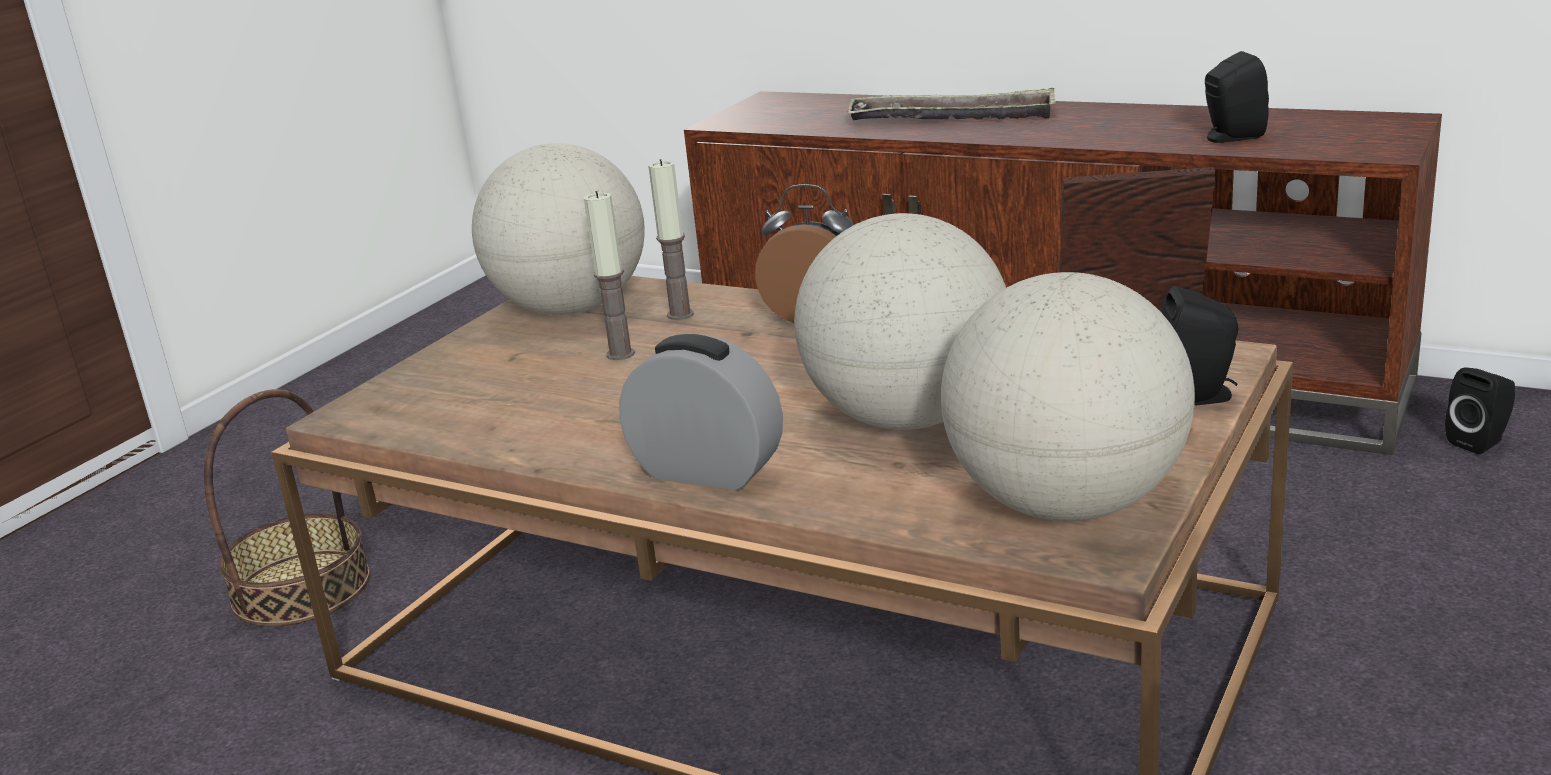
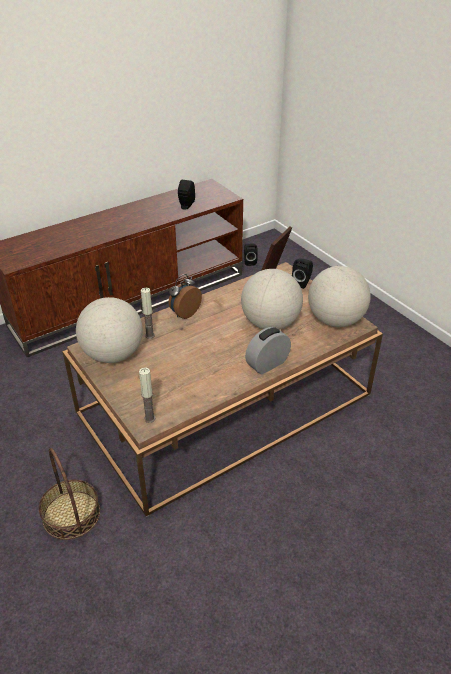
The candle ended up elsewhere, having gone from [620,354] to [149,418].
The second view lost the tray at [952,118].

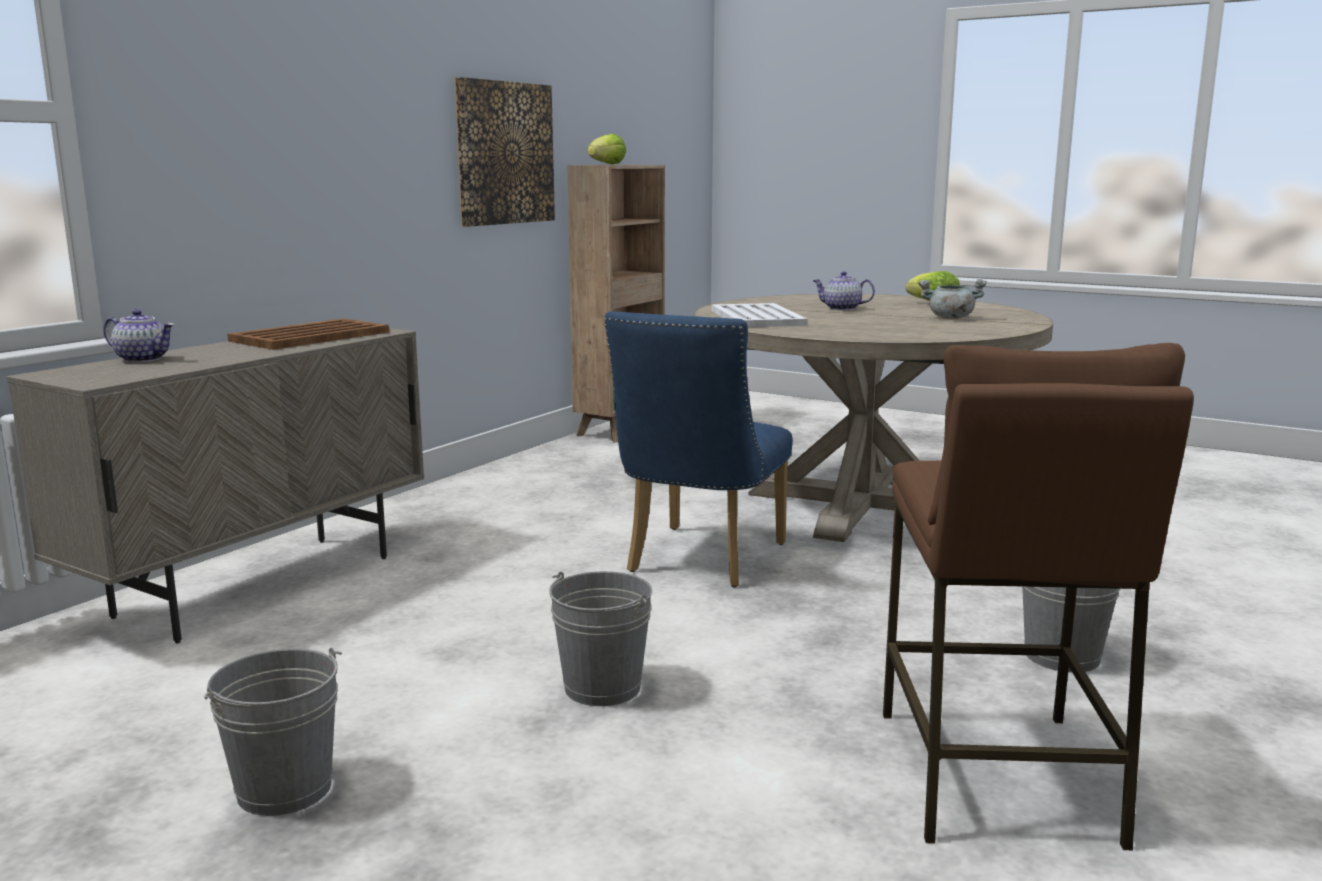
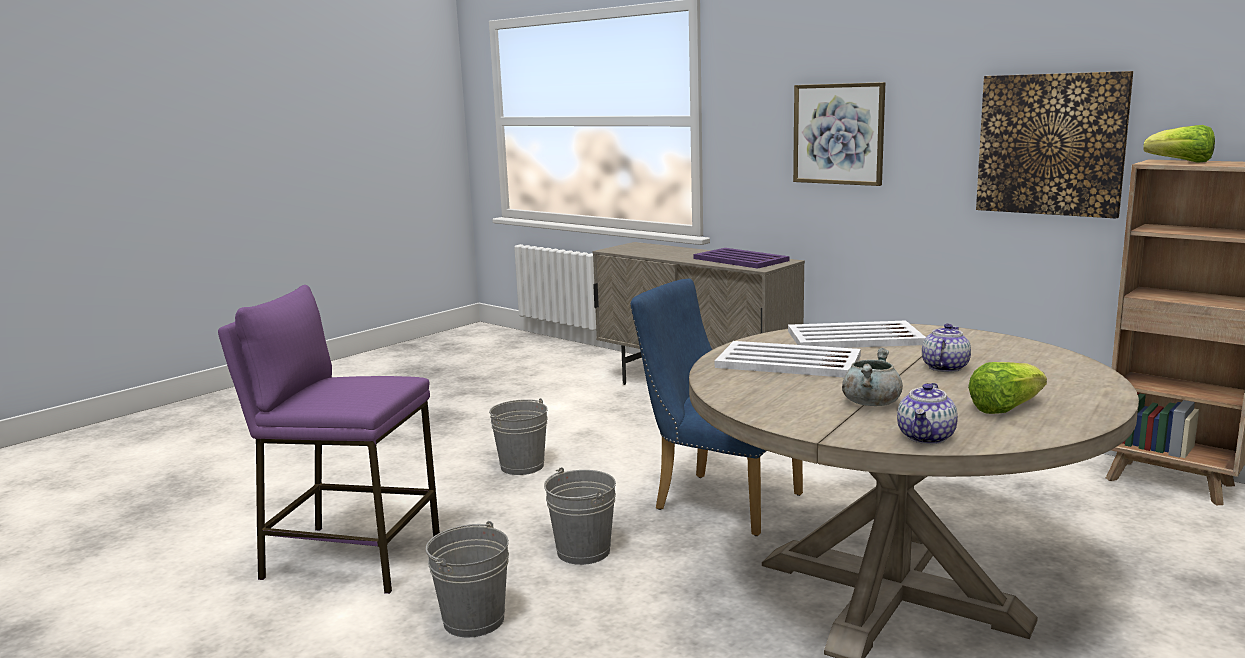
The teapot ended up elsewhere, having gone from [143,359] to [926,437].
The bucket (grey) ended up elsewhere, having gone from [284,789] to [583,551].
What was the tray (brown) at [309,336] turned into the tray (purple) at [740,259].
What was the stool (brown) at [995,775] turned into the stool (purple) at [351,557].
The second view gained the tray (white) at [789,362].
The second view gained the picture at [838,134].

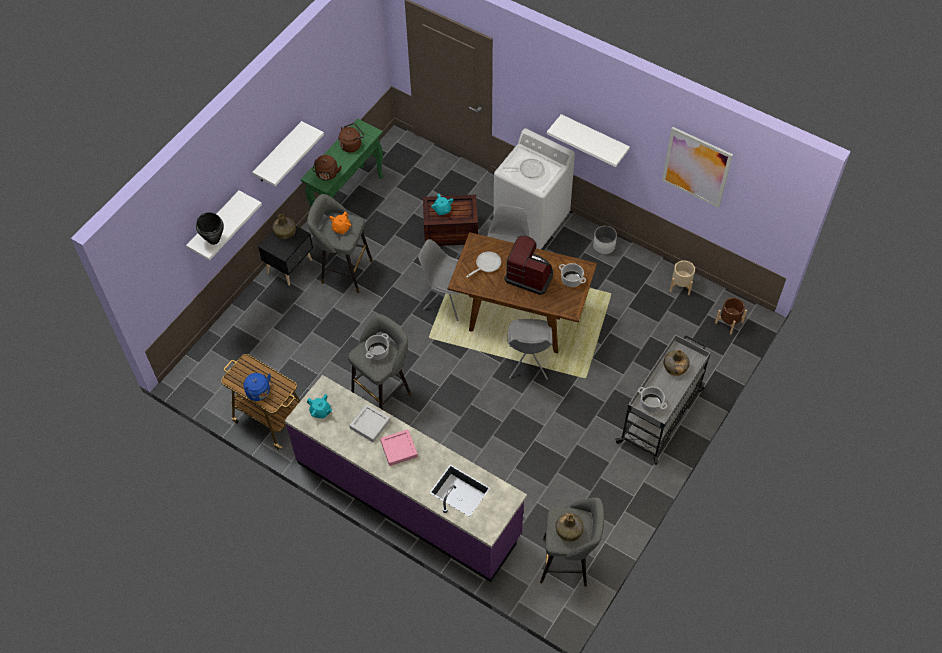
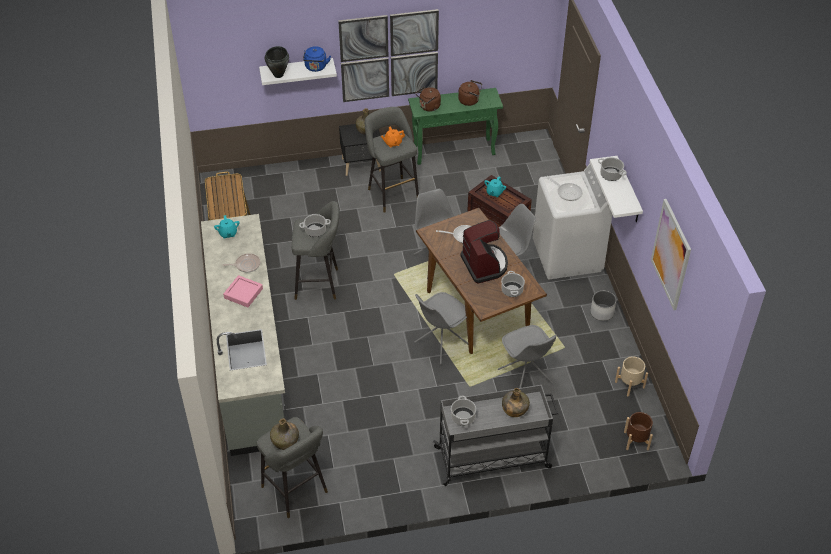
The kettle (blue) ended up elsewhere, having gone from [259,393] to [316,67].
Where the shelf (white) hung at [278,153], the picture came to hang at [389,56].
What was the counter (purple) at [408,498] turned into the counter (grey) at [249,359].
Where the tray (grey) stood at [370,424], the frying pan came to stand at [246,265].
The second view gained the chair (grey) at [525,377].
The second view gained the cooking pot at [610,175].

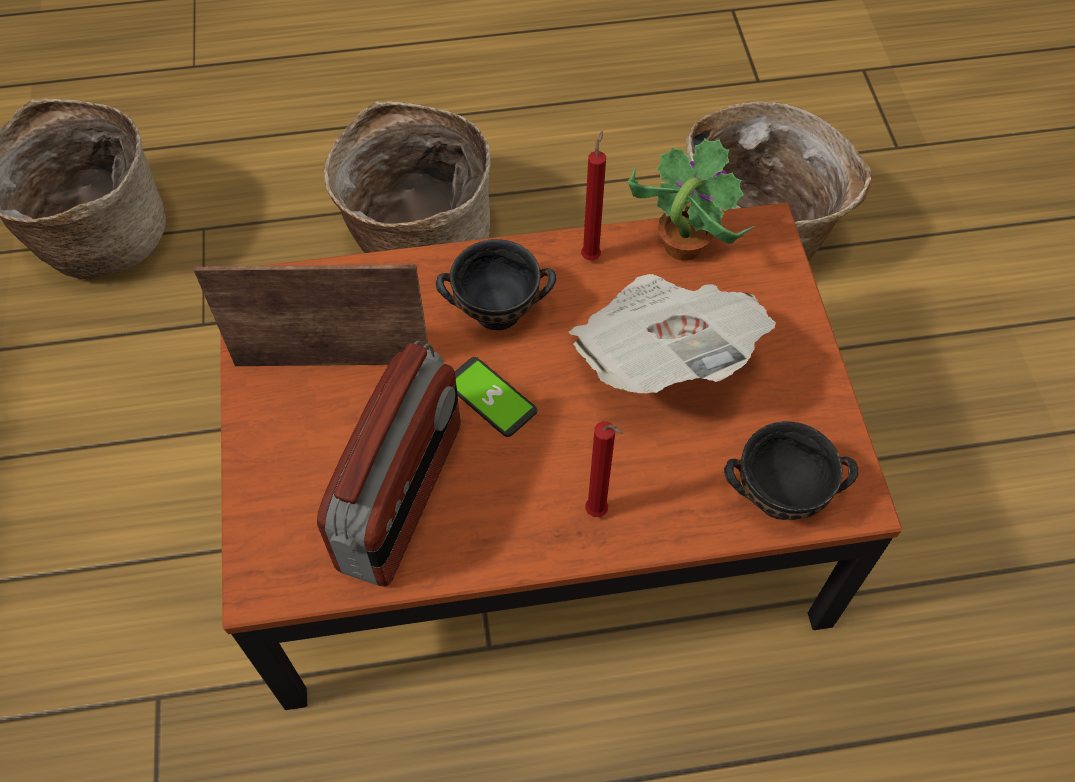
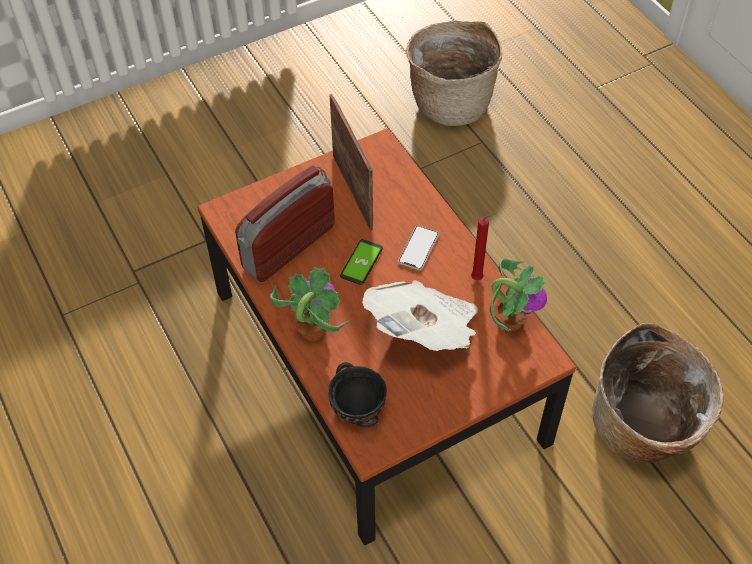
The radio at [403,497] ended up facing another way, 135 degrees clockwise from before.
The second view lost the basket at [418,241].
Where the bowl (black) stood at [499,311], the phone came to stand at [418,248].
Where the candle (red) stood at [598,513], the potted plant came to stand at [312,330].

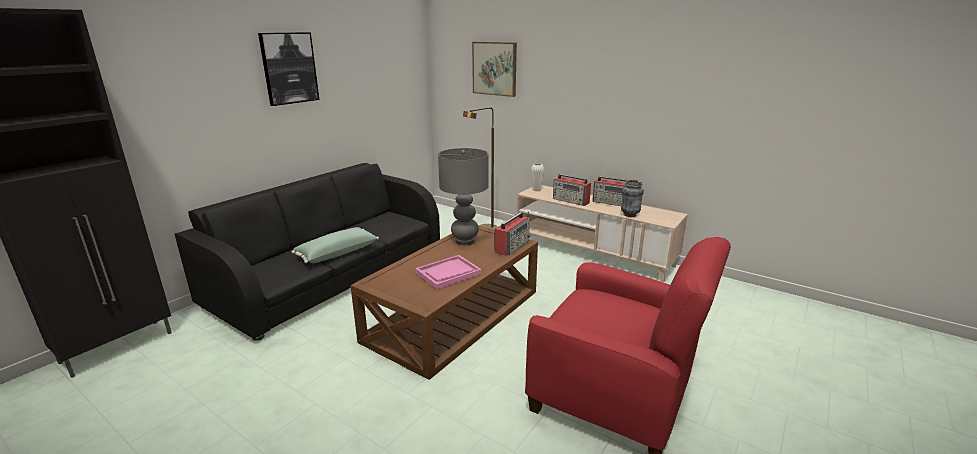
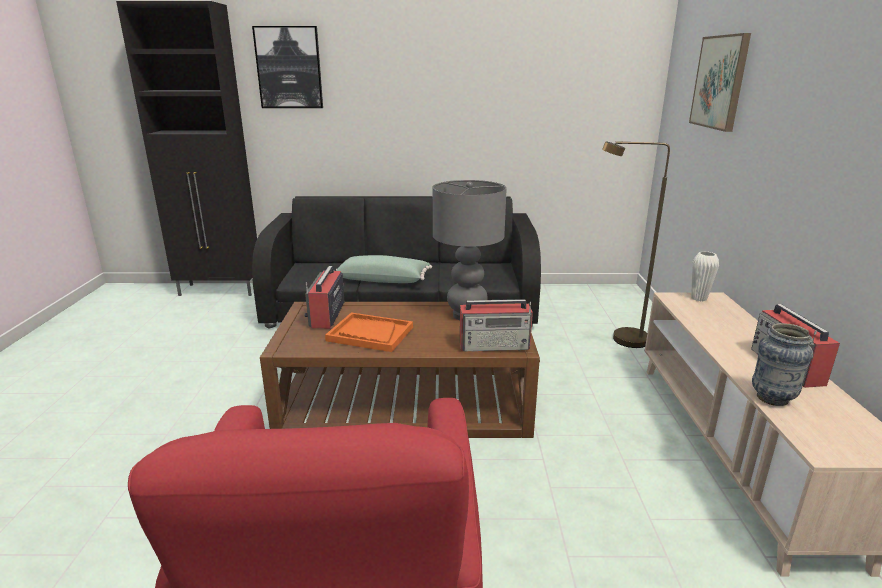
The picture ended up elsewhere, having gone from [289,68] to [289,68].
What was the tray (pink) at [448,273] turned into the tray (orange) at [370,334].
The radio ended up elsewhere, having gone from [571,201] to [327,315].

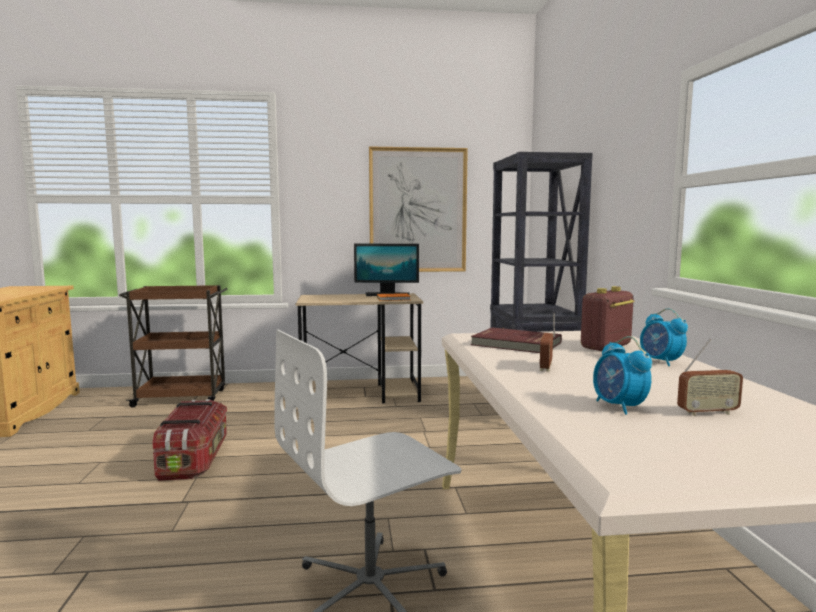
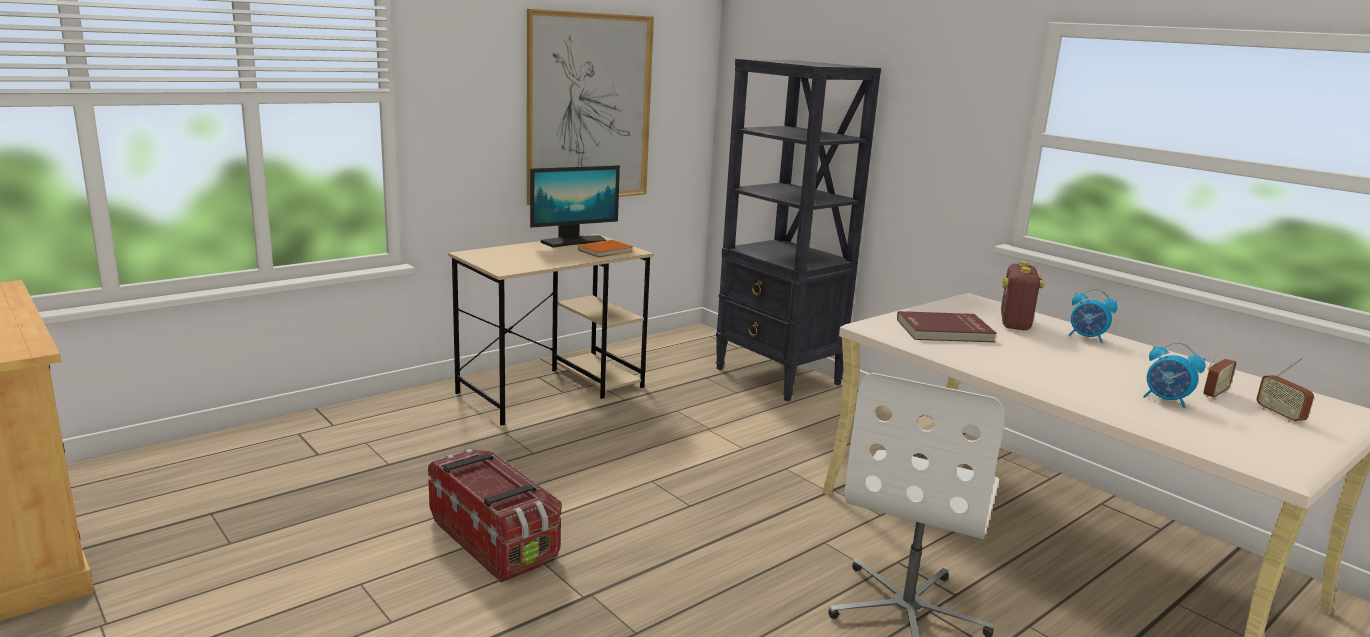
The second view lost the cart (brown) at [182,398].
The radio ended up elsewhere, having gone from [546,367] to [1279,415].

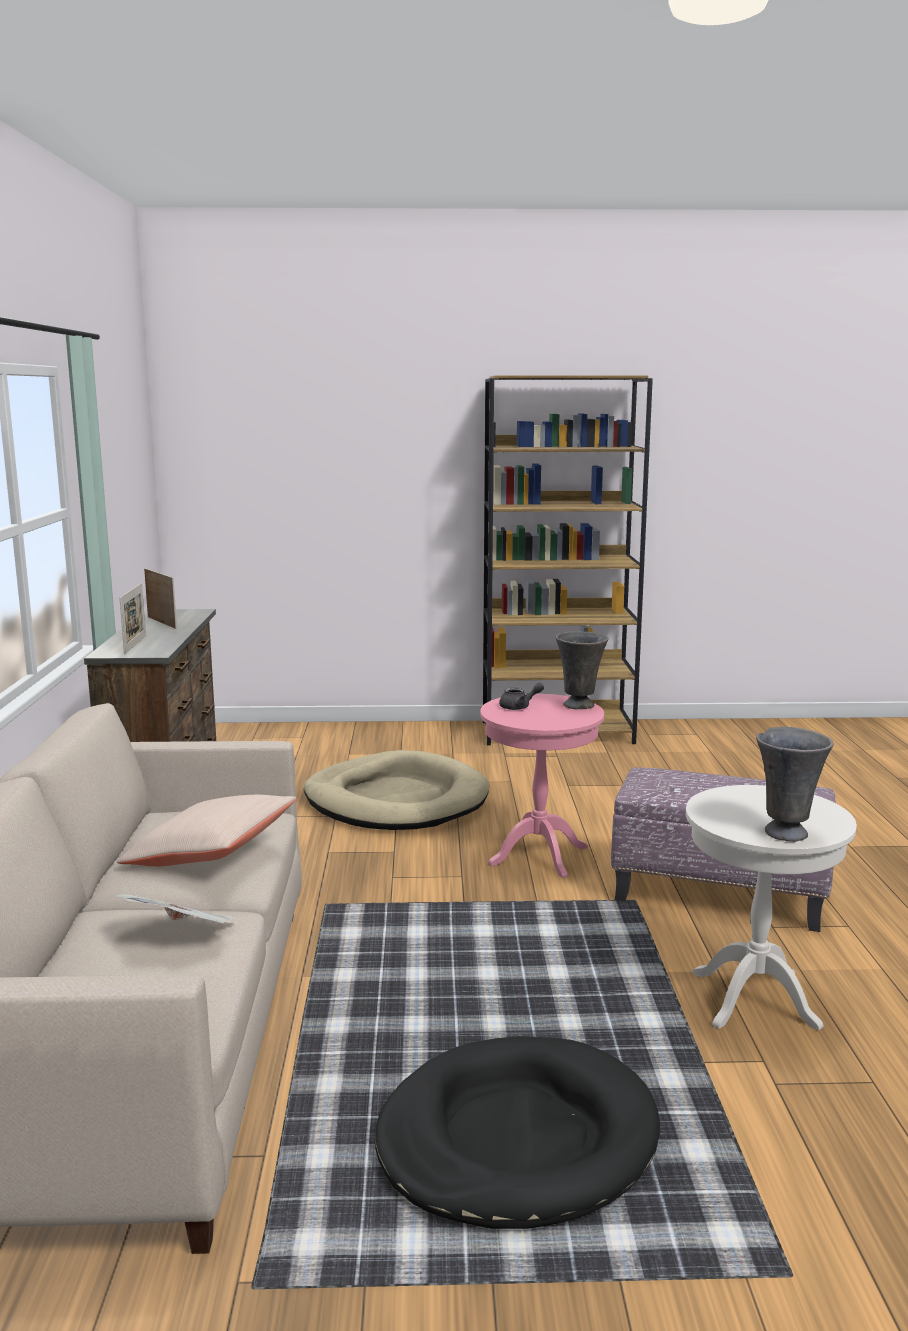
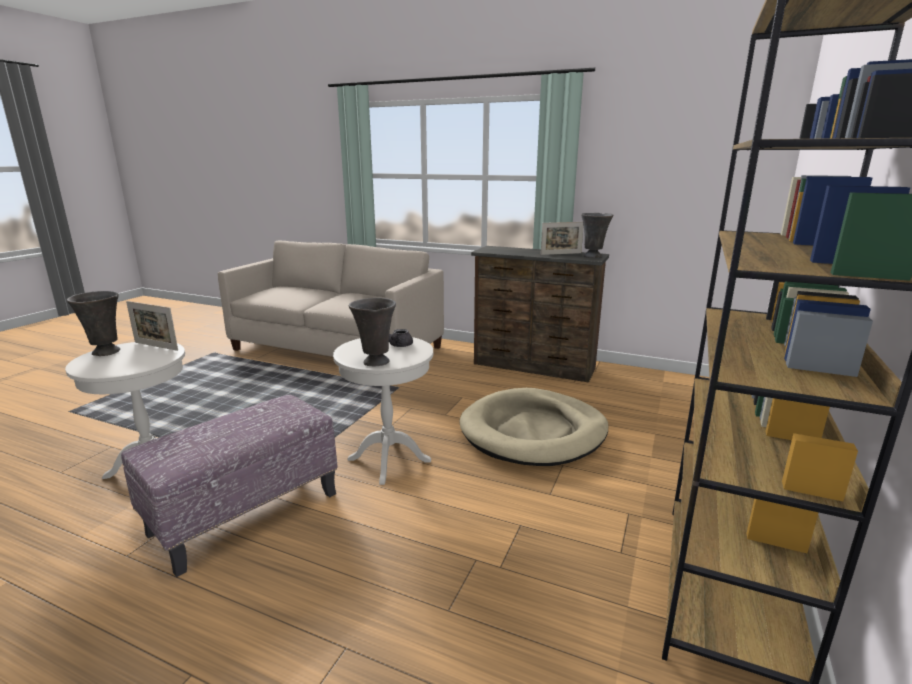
The second view lost the newspaper at [183,937].
The second view lost the pillow (beige) at [211,854].
The picture frame ended up elsewhere, having gone from [135,645] to [156,346].
The second view lost the dog bed (black) at [516,1139].
What was the side table (pink) at [539,855] turned into the side table (white) at [389,460].
The second view gained the vase (grey) at [593,256].

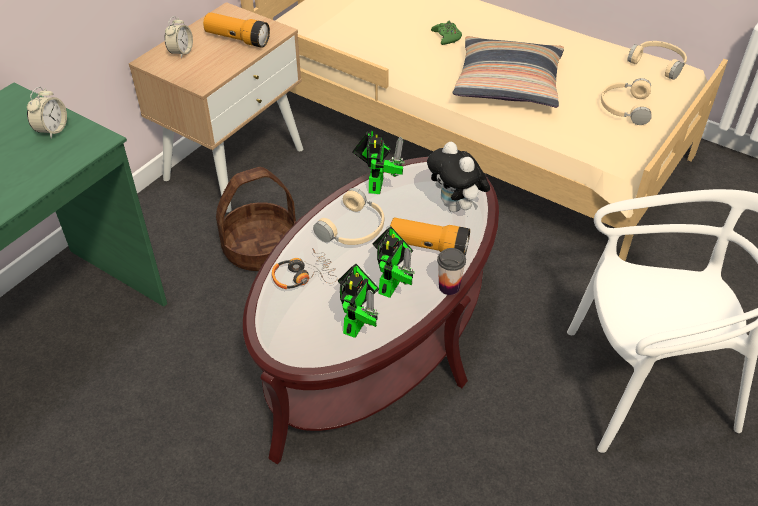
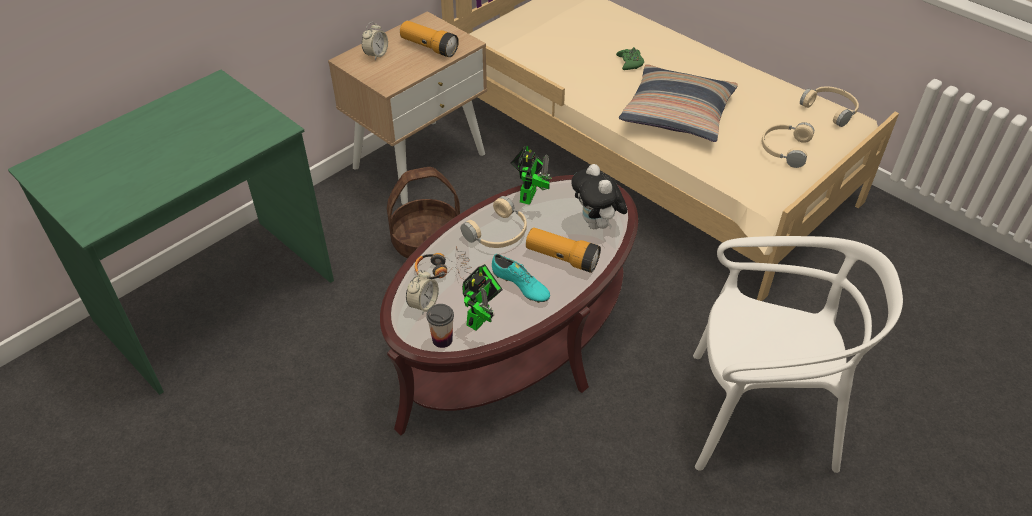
The alarm clock ended up elsewhere, having gone from [52,130] to [423,305].
Where the toy robot stood at [391,283], the shoe (turquoise) came to stand at [520,286].
The cup ended up elsewhere, having gone from [449,287] to [442,340].

